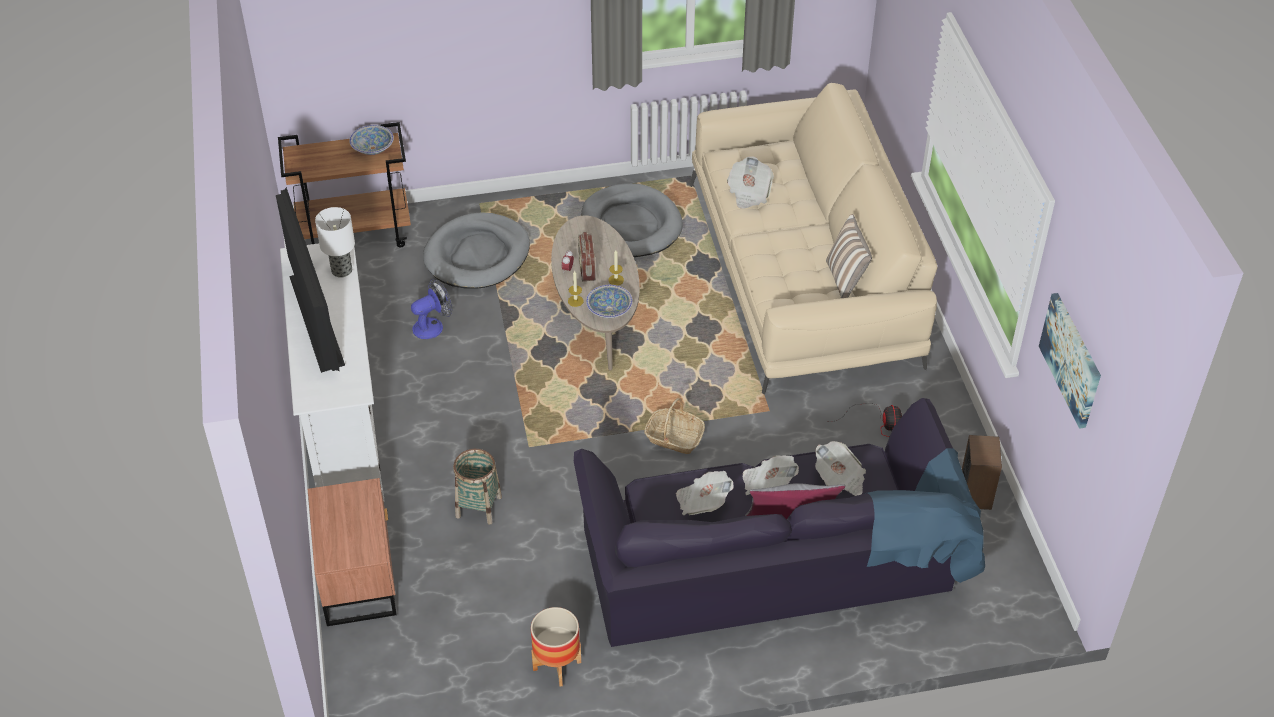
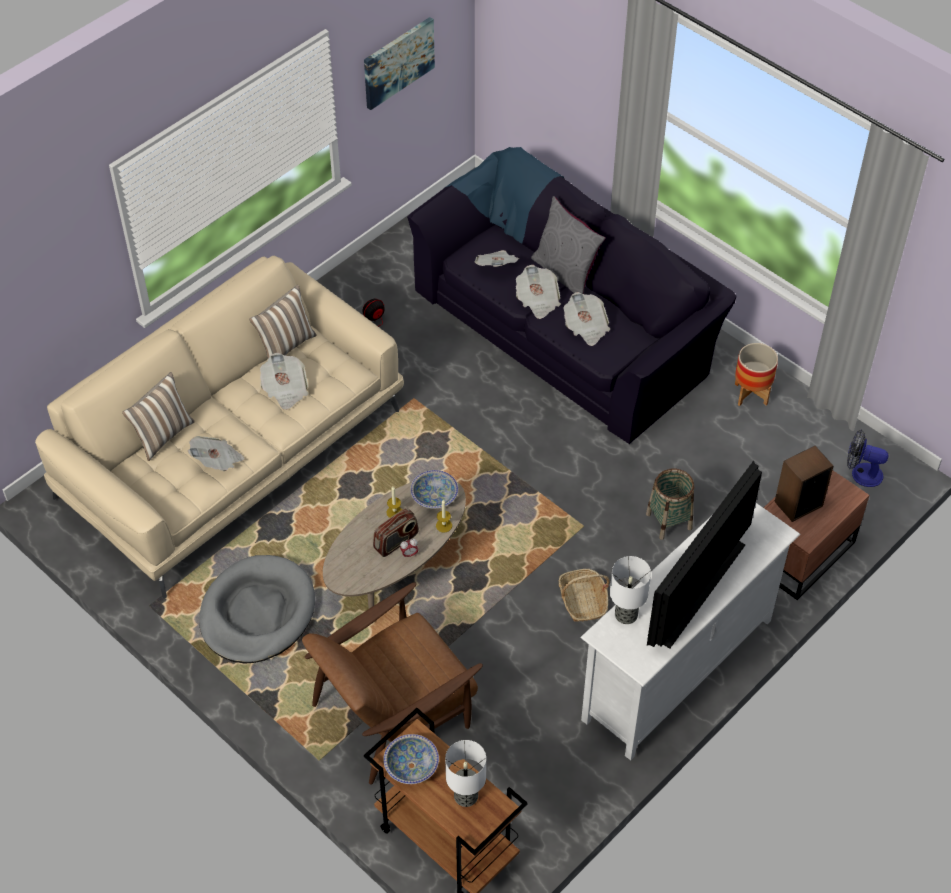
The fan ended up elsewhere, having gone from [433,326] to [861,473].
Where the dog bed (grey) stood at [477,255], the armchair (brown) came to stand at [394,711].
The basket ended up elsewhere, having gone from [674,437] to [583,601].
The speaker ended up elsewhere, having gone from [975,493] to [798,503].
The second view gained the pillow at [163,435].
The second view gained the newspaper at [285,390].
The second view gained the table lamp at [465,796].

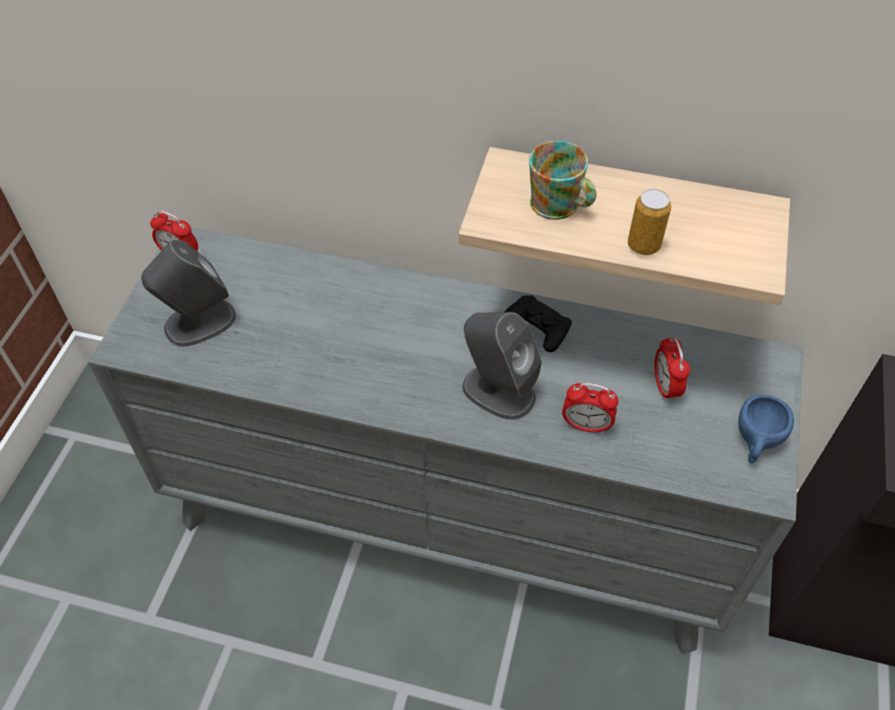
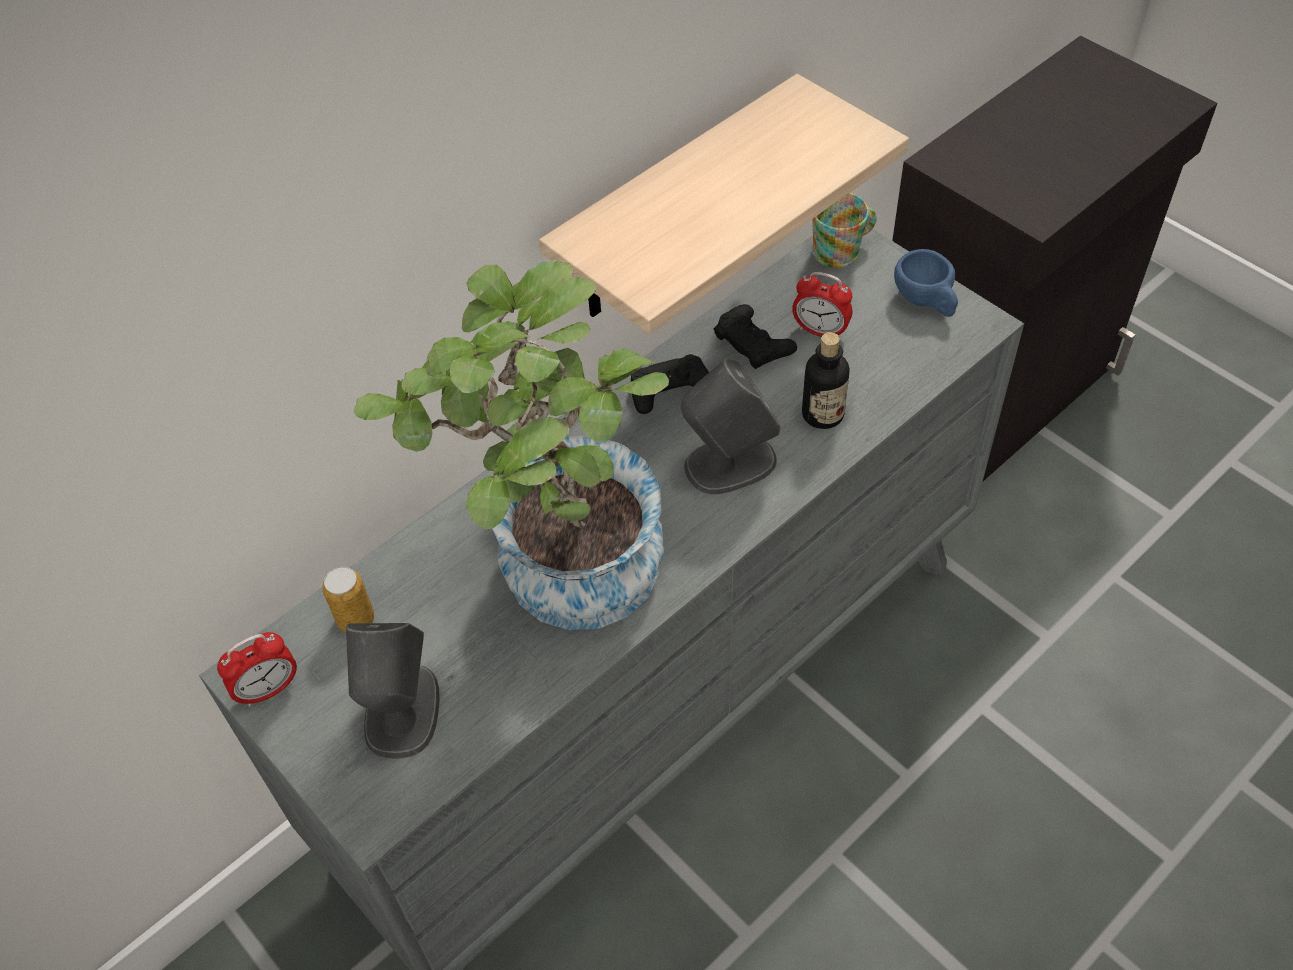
The mug ended up elsewhere, having gone from [559,207] to [842,250].
Where the alarm clock stood at [586,425], the bottle came to stand at [822,414].
The can ended up elsewhere, having gone from [643,245] to [356,620].
The second view gained the potted plant at [559,574].
The second view gained the game controller (black) at [753,342].

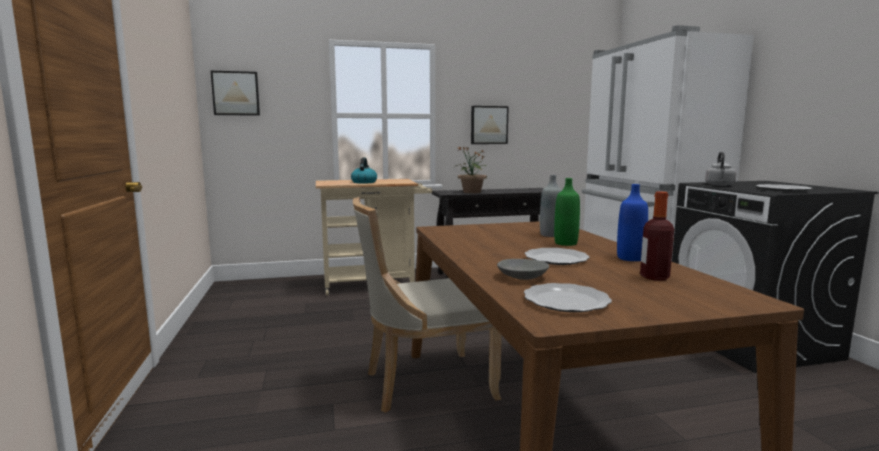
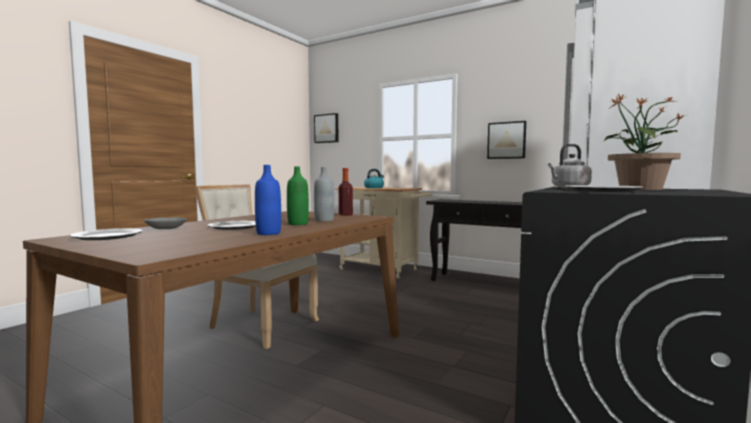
The potted plant ended up elsewhere, having gone from [471,192] to [639,189].
The bottle ended up elsewhere, having gone from [654,277] to [345,215].

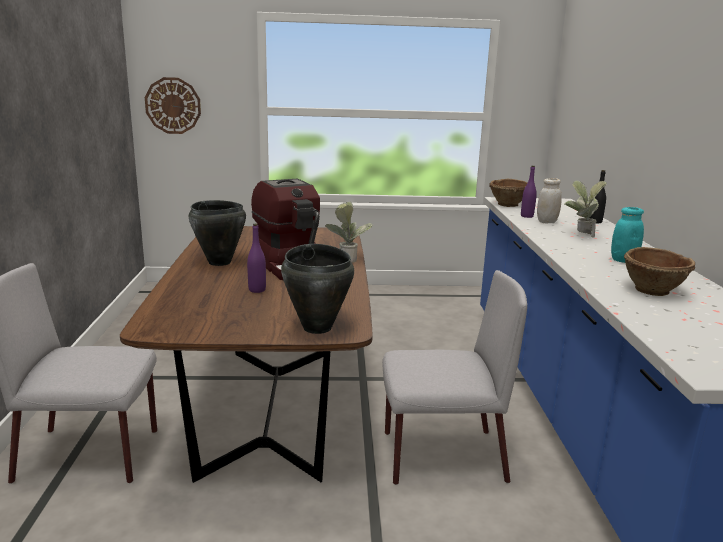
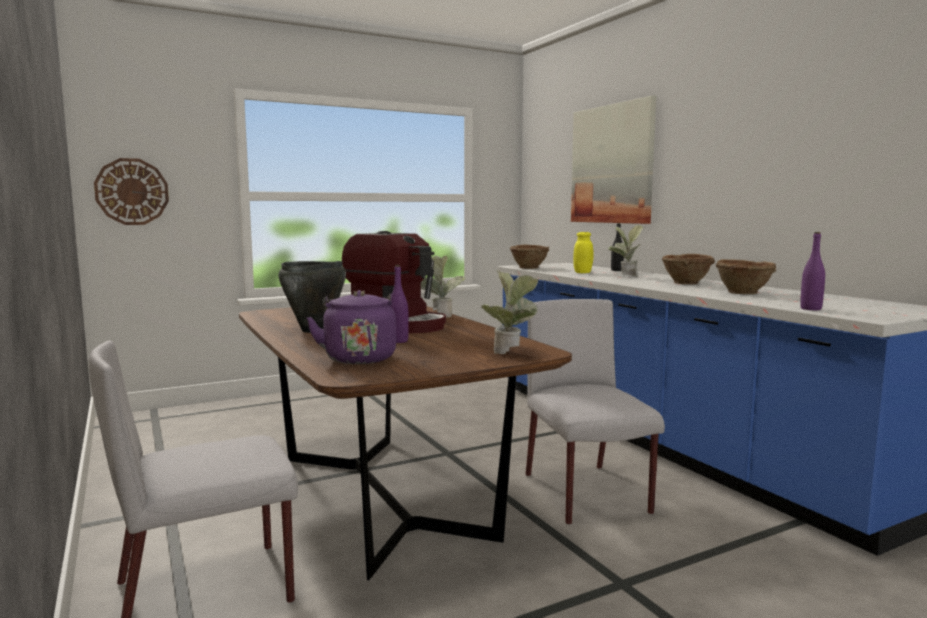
Where the cooking pot (black) stood at [317,327], the potted plant came to stand at [512,353].
The chair (grey) at [441,456] ended up facing another way, 75 degrees counterclockwise from before.
The bottle (purple) ended up elsewhere, having gone from [527,216] to [810,309].
What was the jar (white) at [547,222] turned into the jar (yellow) at [583,272].
Where the jar (turquoise) stood at [623,260], the bowl (brown) came to stand at [686,283].
The second view gained the kettle (purple) at [359,358].
The second view gained the picture at [612,164].

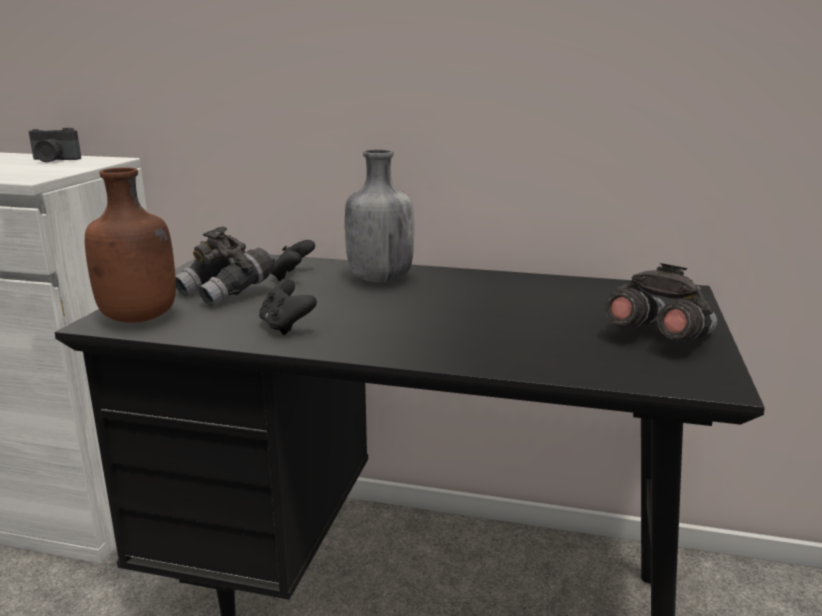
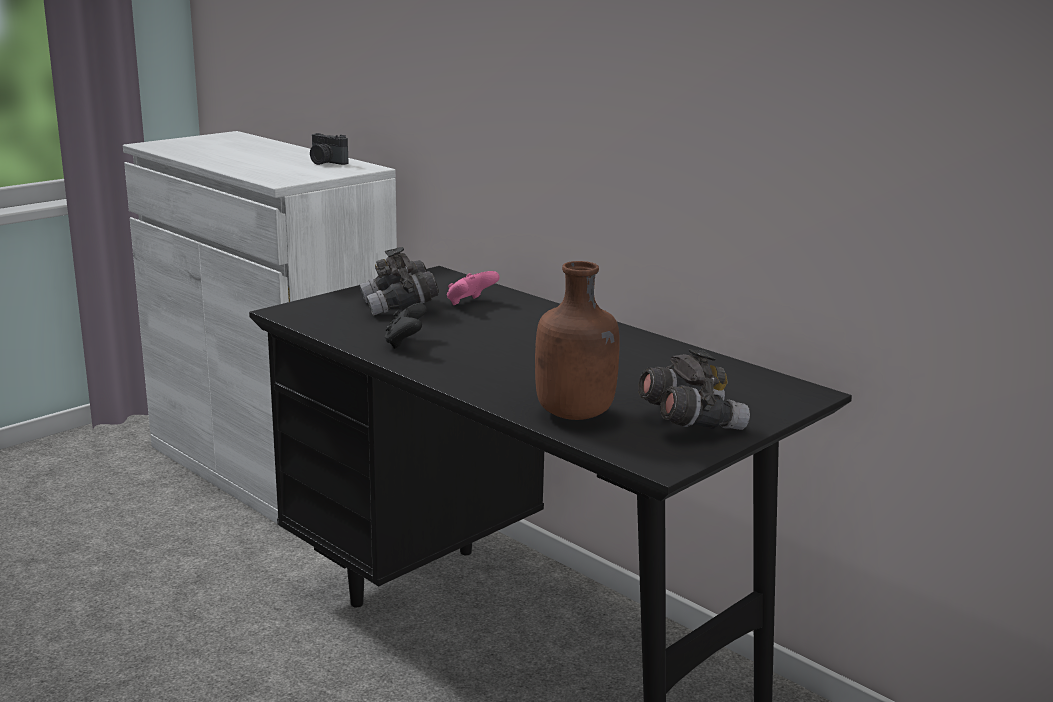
The bottle (brown) ended up elsewhere, having gone from [140,318] to [575,415].
What was the game controller (black) at [292,276] turned into the game controller (pink) at [470,303].
The second view lost the bottle (grey) at [379,279].

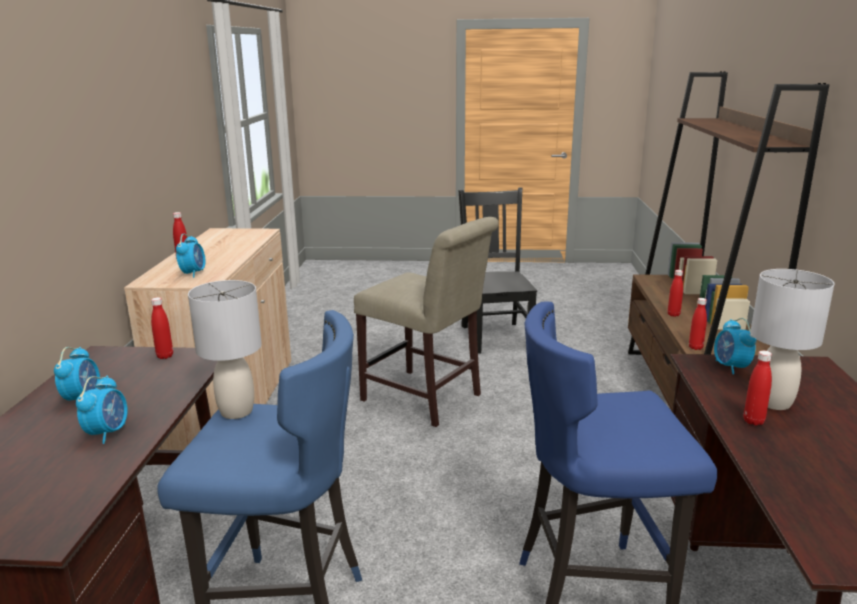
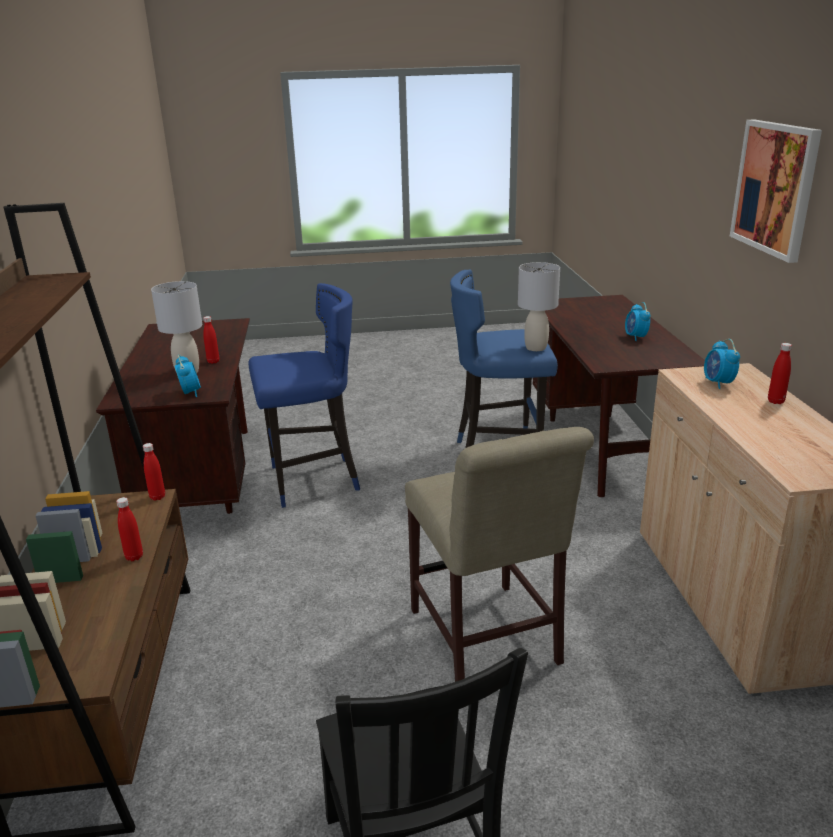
The second view lost the alarm clock at [108,433].
The second view lost the bottle (red) at [165,356].
The chair (beige) at [426,399] ended up facing another way, 135 degrees counterclockwise from before.
The second view gained the picture at [775,188].

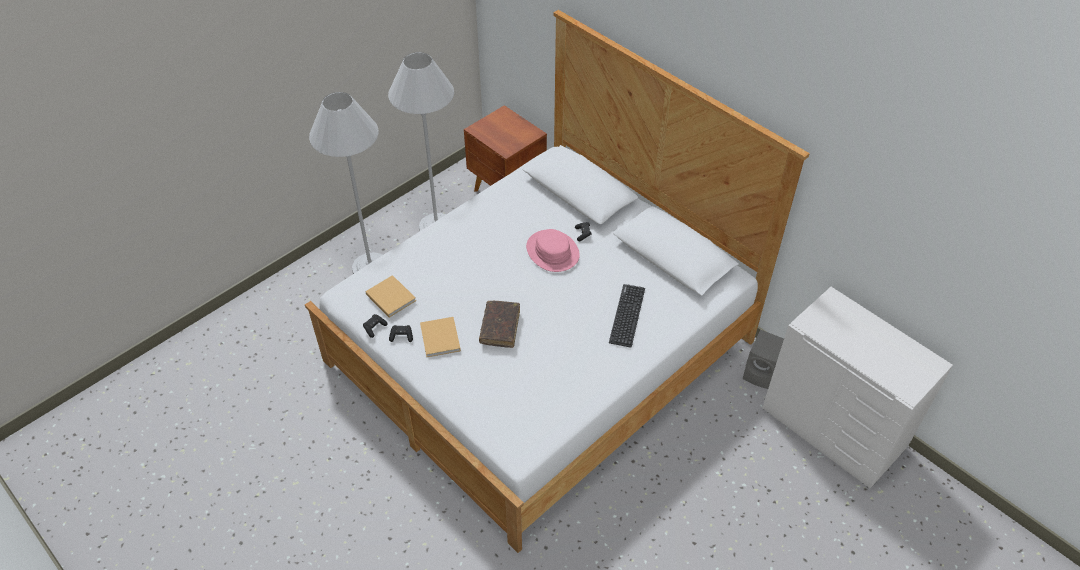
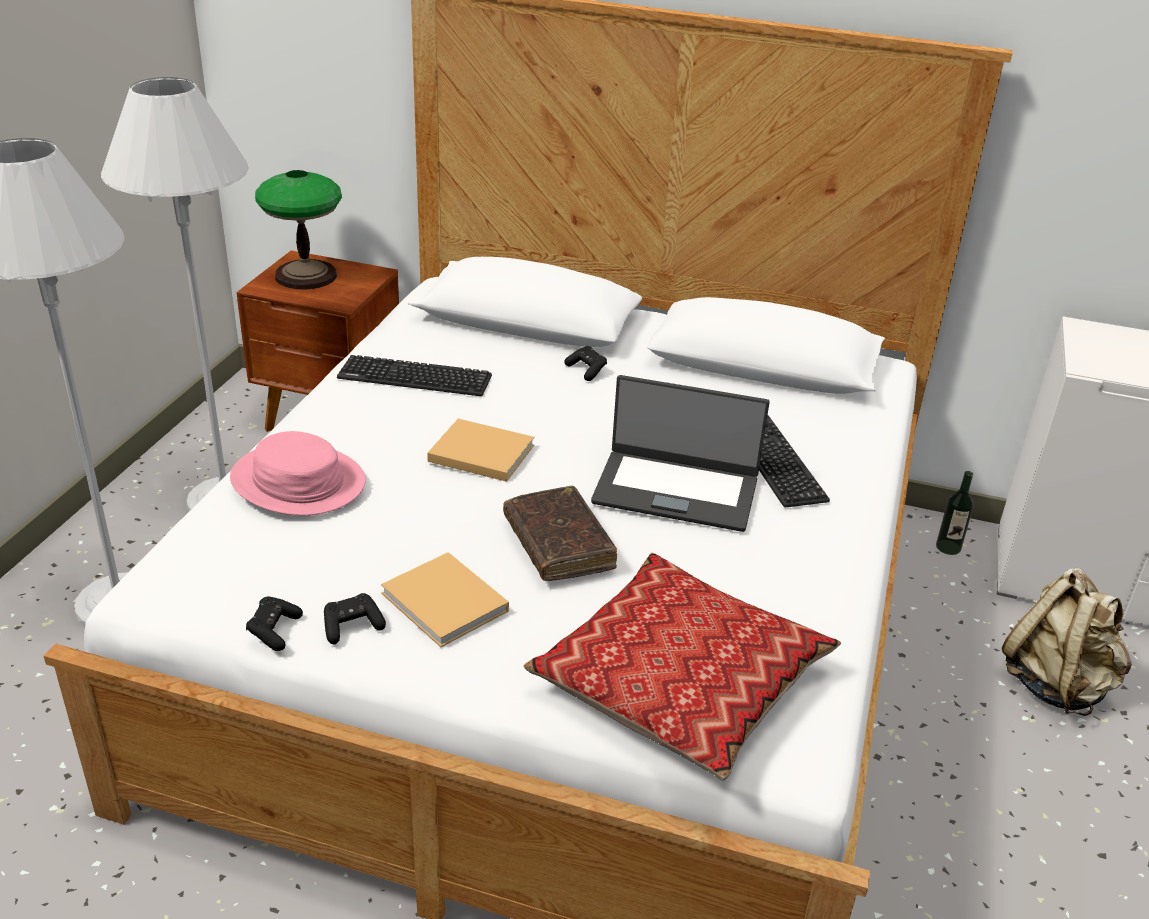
The book (beige) ended up elsewhere, having gone from [390,296] to [478,452].
The hat (pink) ended up elsewhere, having gone from [552,252] to [298,482].
Where the speaker (grey) stood at [761,374], the bottle came to stand at [948,547].
The second view gained the table lamp at [306,276].
The second view gained the keyboard at [415,377].
The second view gained the pillow at [681,680].
The second view gained the laptop at [676,490].
The second view gained the backpack (beige) at [1056,684].

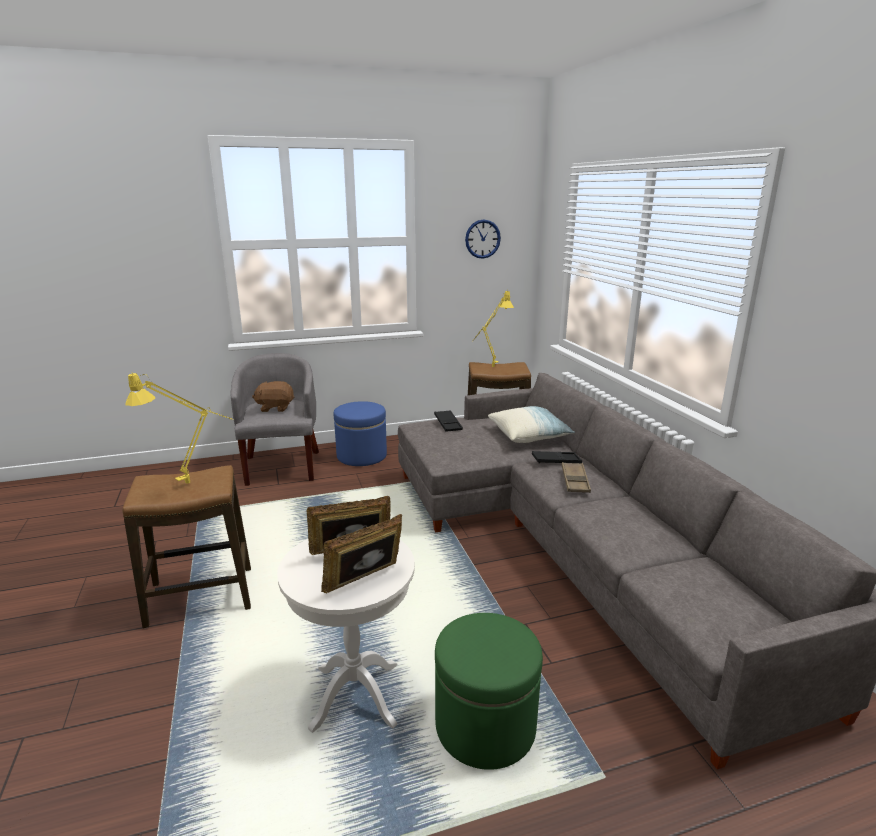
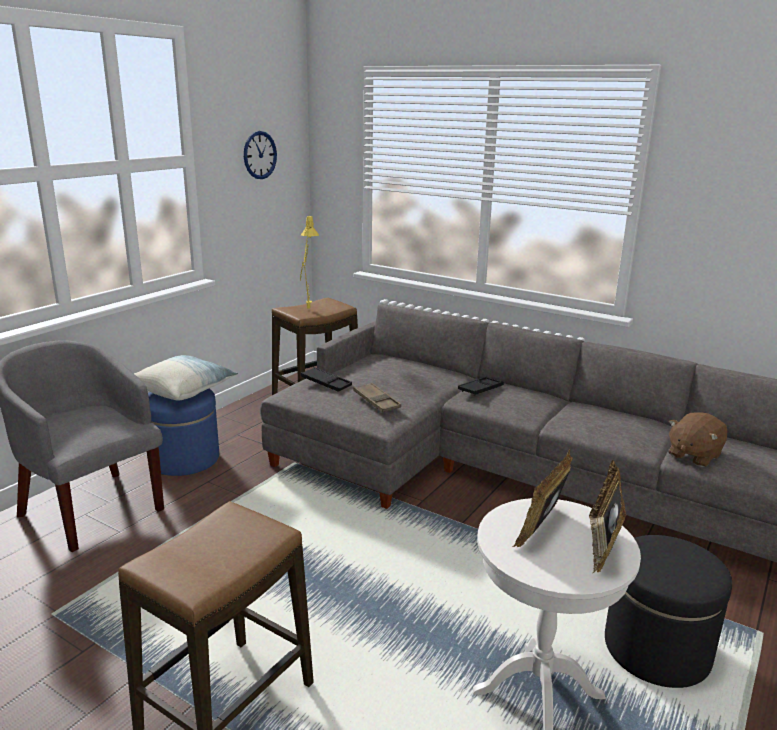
The second view lost the table lamp (yellow) at [194,482].
The plush toy (brown) ended up elsewhere, having gone from [275,408] to [693,455].
What was the ottoman (green) at [485,725] turned into the ottoman (black) at [656,649].
The pillow ended up elsewhere, having gone from [529,435] to [184,390].
The tray (brown) ended up elsewhere, having gone from [575,481] to [376,401].

